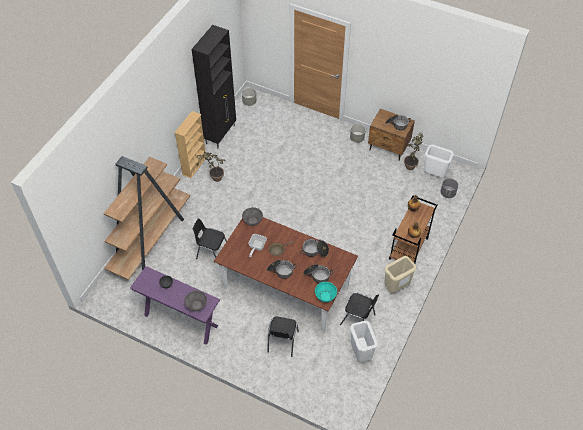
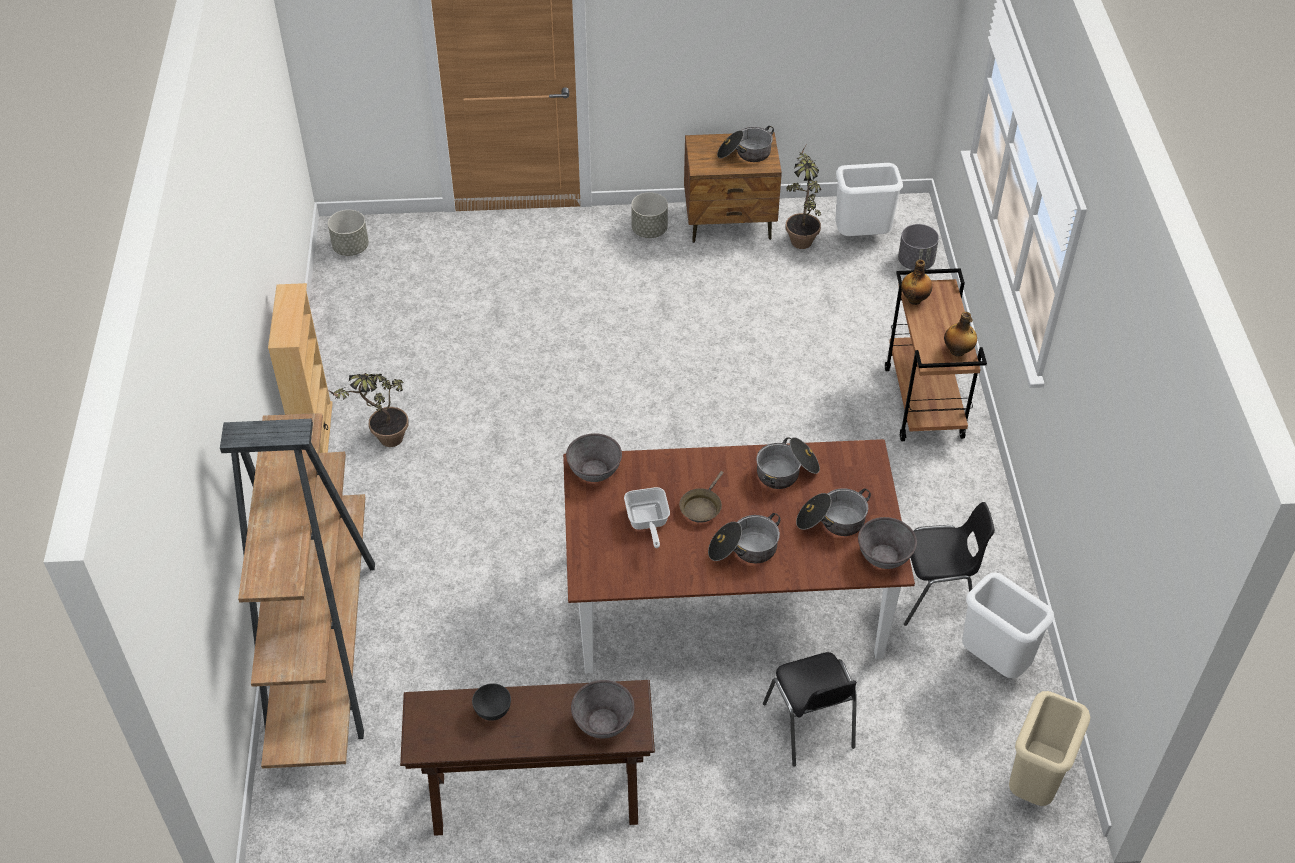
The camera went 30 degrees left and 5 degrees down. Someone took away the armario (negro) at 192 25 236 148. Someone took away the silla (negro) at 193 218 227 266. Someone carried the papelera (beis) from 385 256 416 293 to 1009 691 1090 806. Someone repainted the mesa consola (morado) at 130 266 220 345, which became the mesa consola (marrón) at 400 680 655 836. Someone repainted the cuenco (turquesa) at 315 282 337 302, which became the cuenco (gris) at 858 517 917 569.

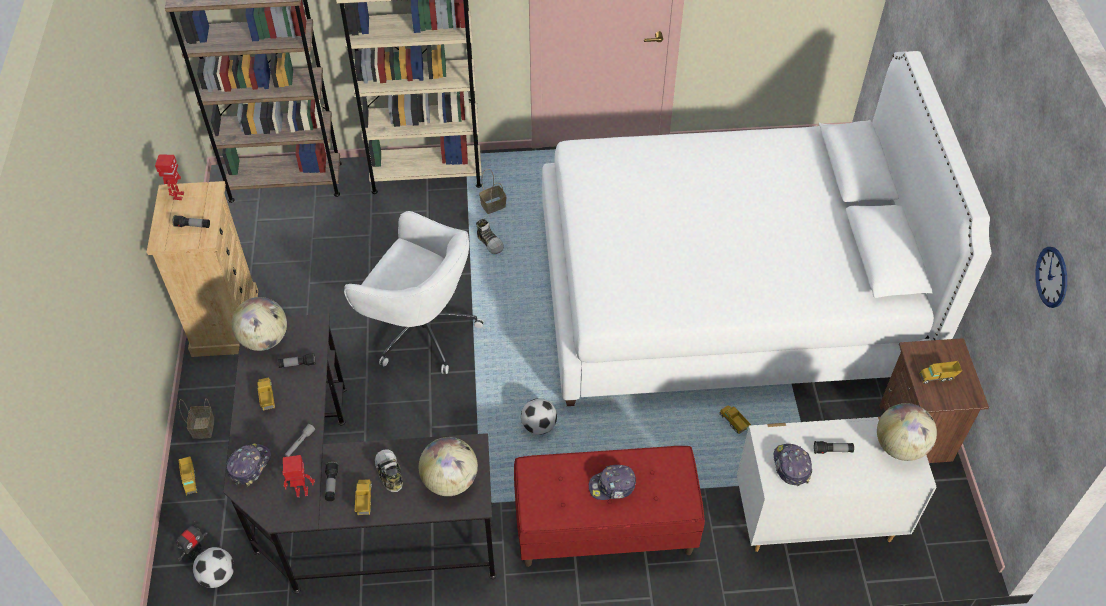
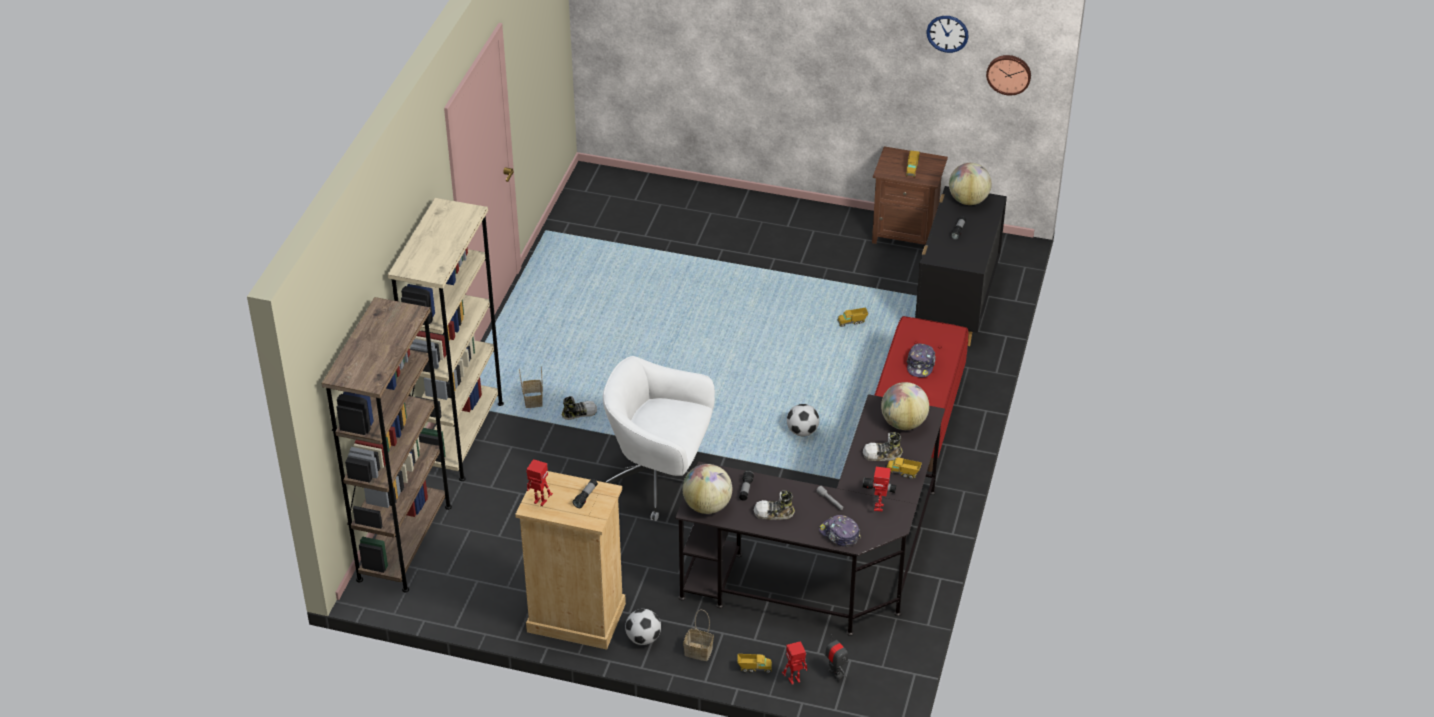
The camera went 70 degrees left and 10 degrees down. Someone took away the cama (blanco) at 542 51 991 406. Someone rotated the silla de oficina (blanco) at 344 211 483 374 by 120 degrees counterclockwise. Someone swapped the camión de juguete at 257 377 275 411 for the zapato at 754 491 795 520. Someone repainted the cómoda (blanco) at 737 416 937 552, which became the cómoda (negro) at 915 186 1007 346. Someone took away the gorra at 774 444 812 486. Someone carried the balón de fútbol from 193 547 234 588 to 625 609 661 645. Someone put up the reloj de pared at 986 55 1031 96. Someone put down the robot de juguete at 782 641 807 684.

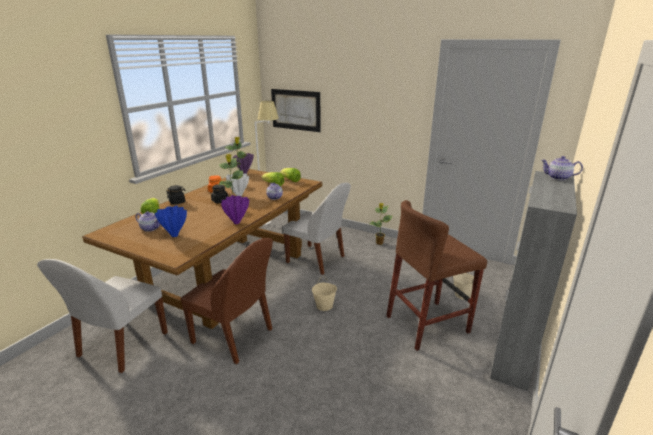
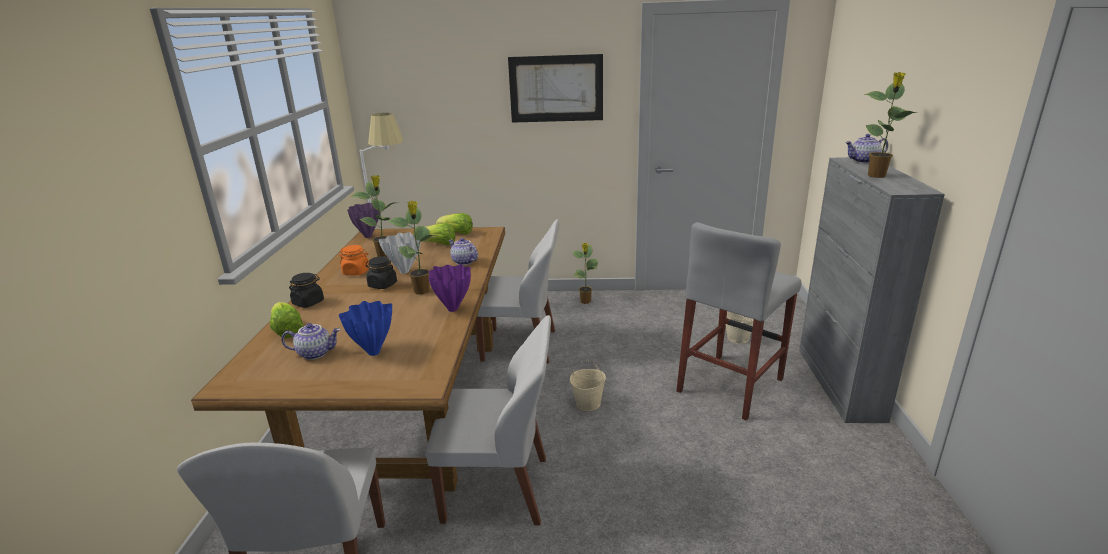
The camera went 25 degrees left and 0 degrees up. Someone carried the cuadro from 271 89 321 132 to 508 54 603 123. Someone repainted the taburete (marrón) at 386 200 487 351, which became the taburete (gris) at 677 222 801 421. Someone repainted the silla (marrón) at 181 238 273 364, which became the silla (blanco) at 425 315 551 525. Someone put down the planta en maceta at 864 72 916 178.

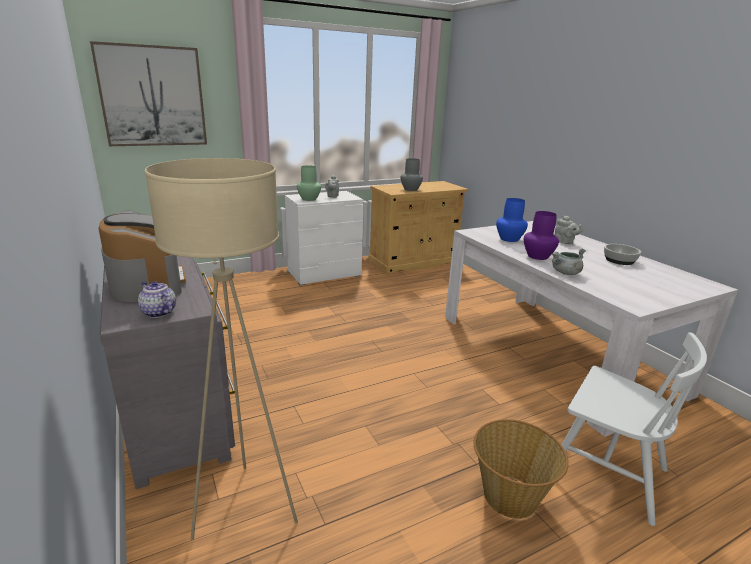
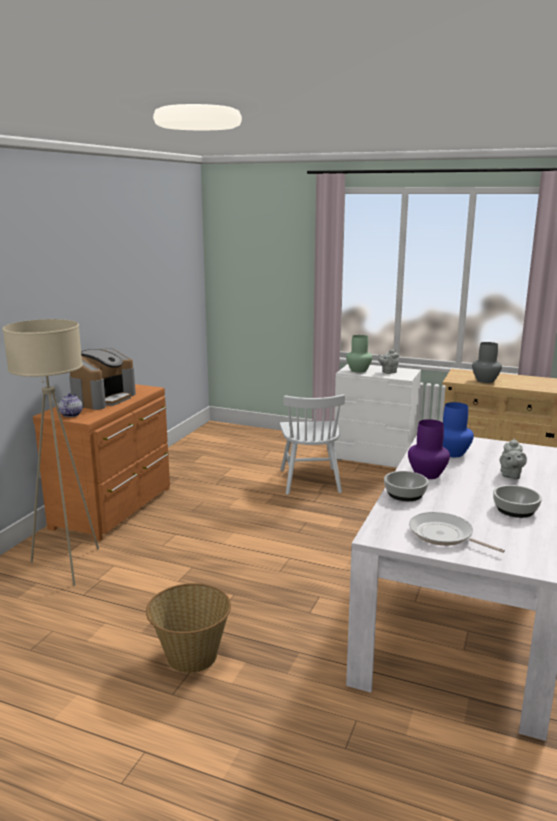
The camera went 50 degrees right and 5 degrees down. Someone took away the cuadro at 90 41 207 146. Someone swapped the olla (gris) at 551 248 586 275 for the cuenco at 384 471 428 501. Someone repainted the cómoda (gris) at 100 256 235 489, which became the cómoda (naranja) at 33 384 170 541. Someone carried the silla (blanco) from 562 332 707 526 to 280 394 345 495. Someone put down the sartén at 409 512 505 553.

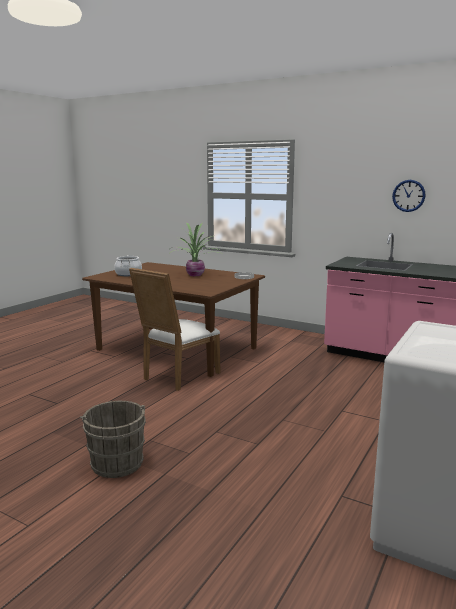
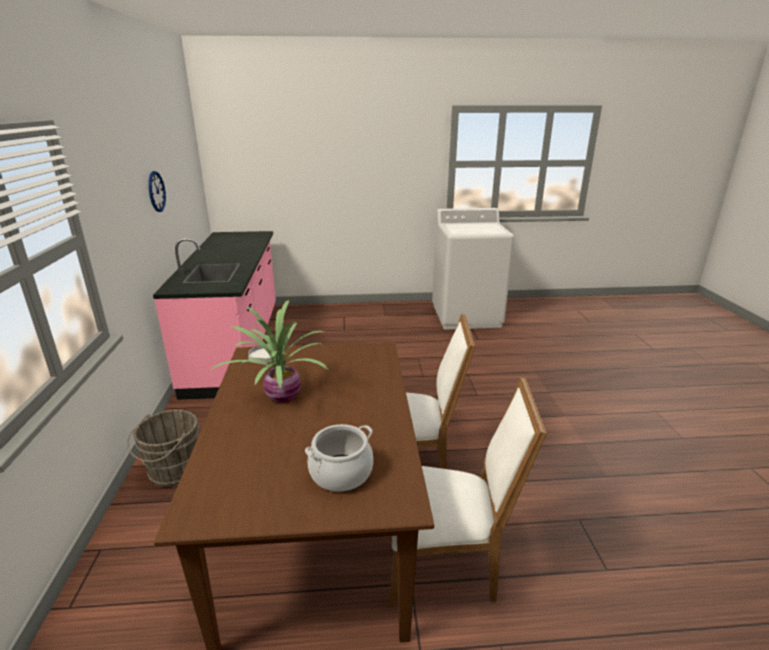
The camera went 125 degrees left and 10 degrees up. Someone carried the cubo (gris) from 80 401 146 478 to 127 410 200 487. Someone put down the silla (blanco) at 389 377 547 606.

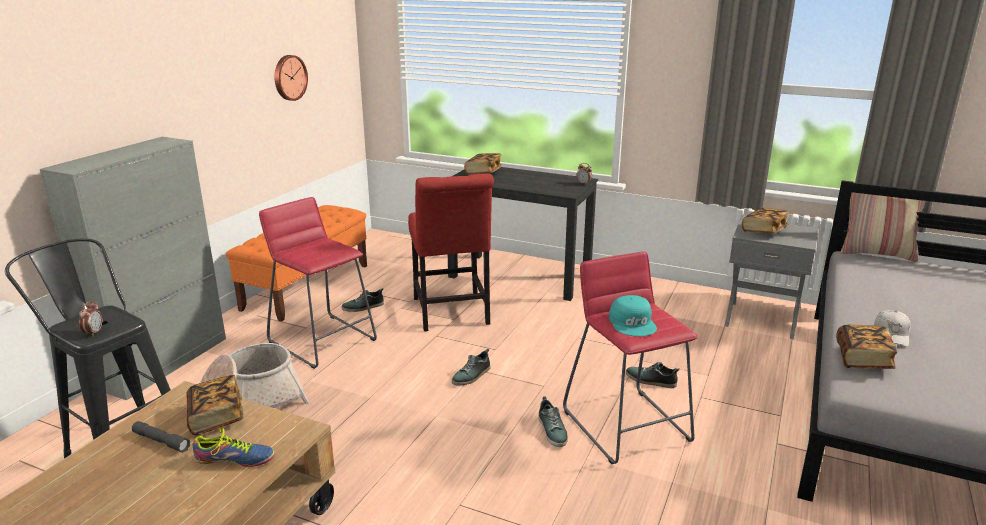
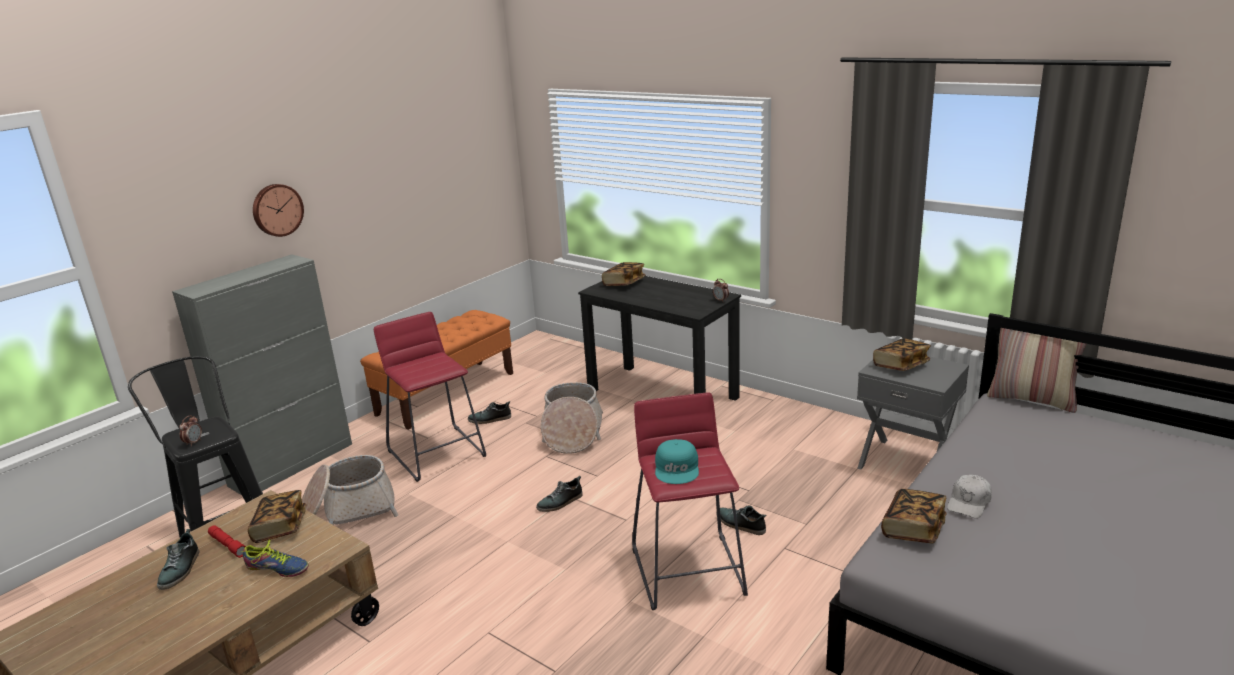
The camera went 15 degrees right and 0 degrees up. Someone carried the reloj de pared from 275 55 308 101 to 253 184 304 237. Someone swapped the silla (rojo) at 408 174 494 331 for the cesta at 541 382 603 454. Someone carried the zapato from 538 396 568 447 to 157 529 200 590. Someone repainted the linterna (gris) at 132 421 190 453, which became the linterna (rojo) at 208 525 246 558.

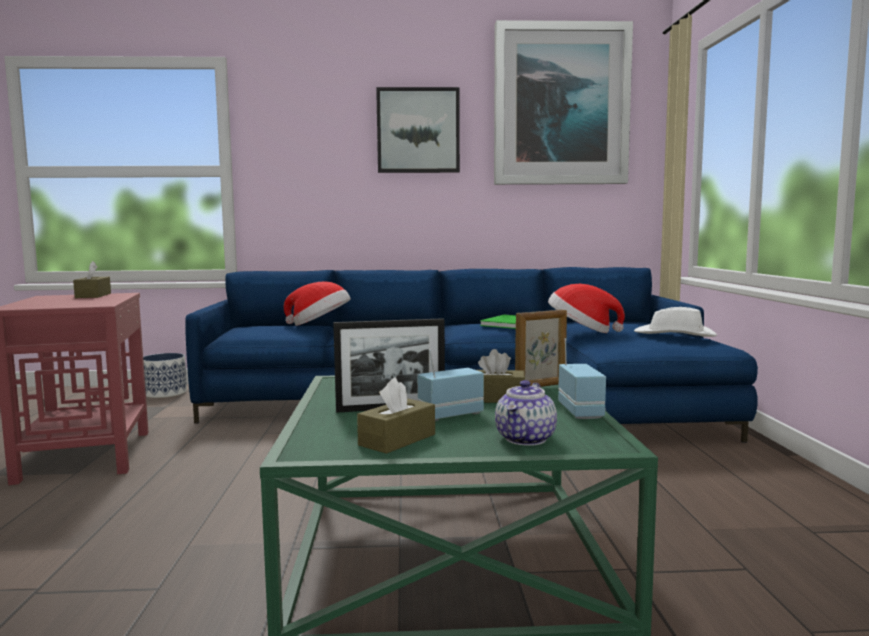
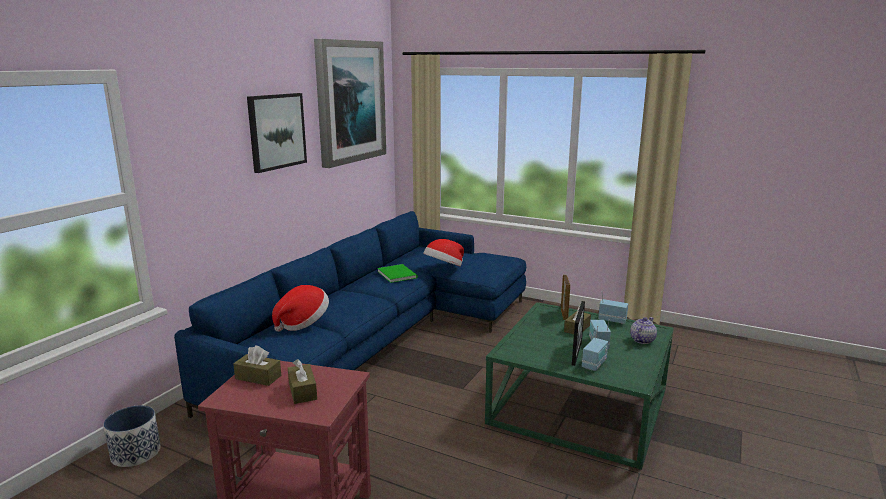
The camera went 60 degrees left and 10 degrees up. Someone took away the sombrero (blanco) at 634 307 717 337. Someone carried the caja de pañuelos (marrón) from 357 378 435 454 to 288 359 317 404. Someone rotated the tetera at 495 380 557 446 by 105 degrees counterclockwise. Someone put down the radio at 582 326 608 371.

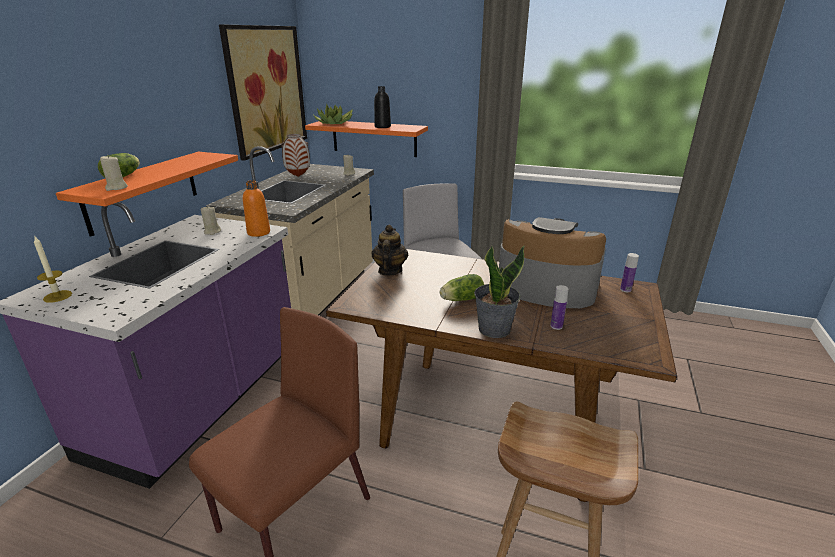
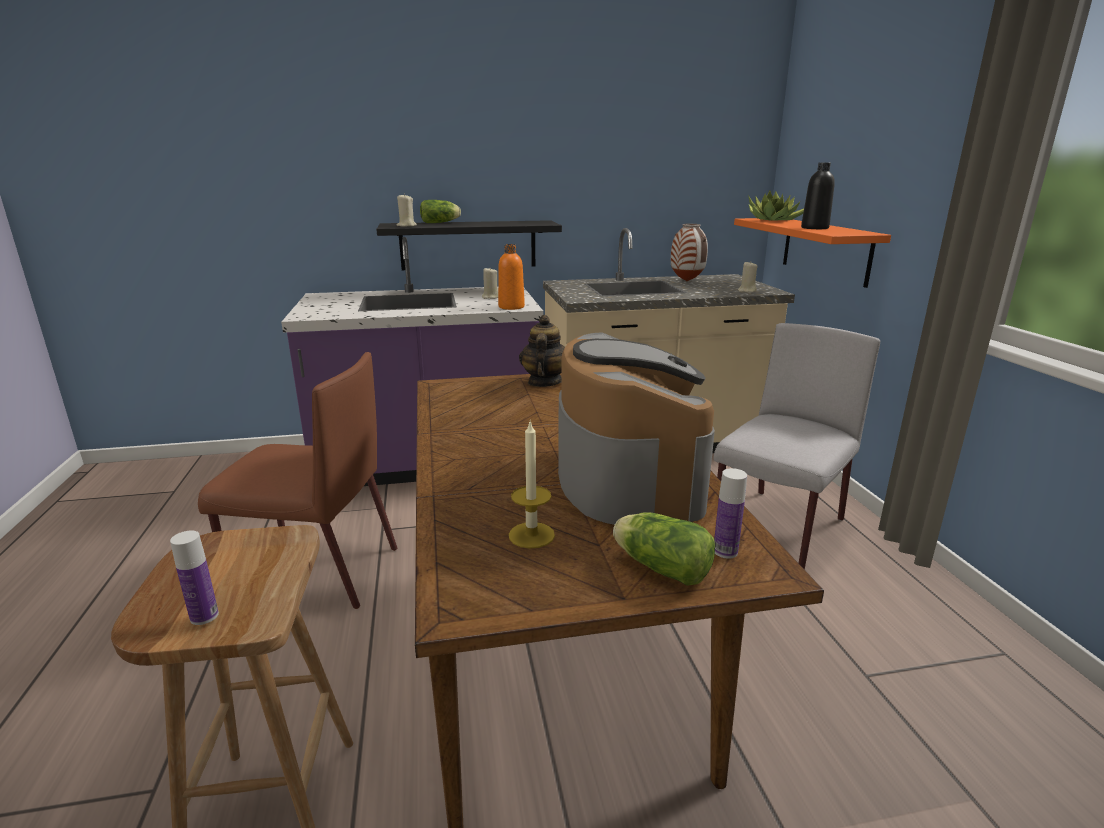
The camera went 60 degrees right and 5 degrees down. Someone took away the cuadro at 219 24 307 161. Someone repainted the estante (naranja) at 56 152 238 237, which became the estante (negro) at 376 220 562 270. Someone rotated the tetera at 371 225 408 276 by 60 degrees counterclockwise. Someone carried the vela from 34 235 72 303 to 509 421 555 549. Someone took away the planta en maceta at 474 245 525 338. Someone carried the lechuga from 440 274 484 301 to 613 512 715 586. Someone carried the botella from 550 285 568 330 to 170 530 219 625.

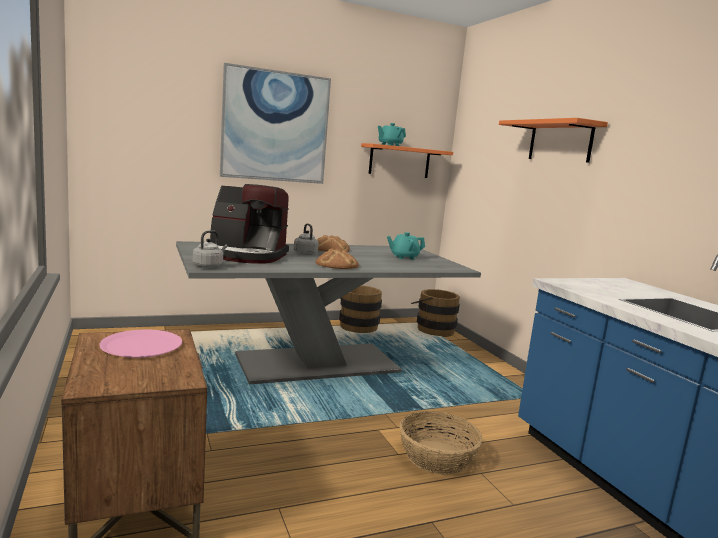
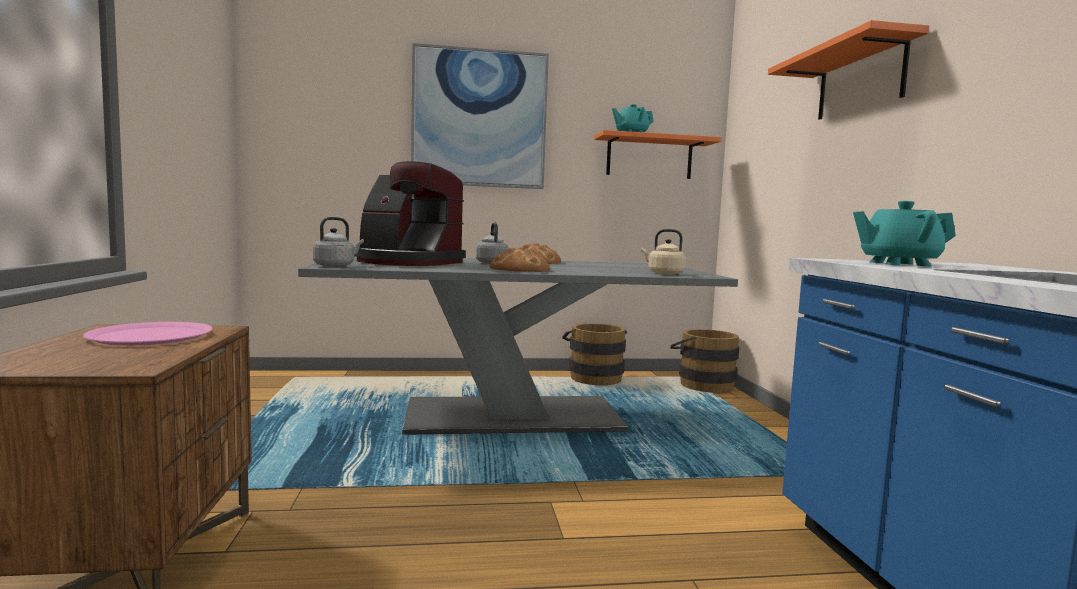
The camera went 15 degrees right and 5 degrees down. Someone carried the tetera (turquesa) from 387 232 425 260 to 853 201 956 266. Someone took away the cesta at 399 411 483 475. Someone put down the hervidor (beis) at 641 229 686 275.

